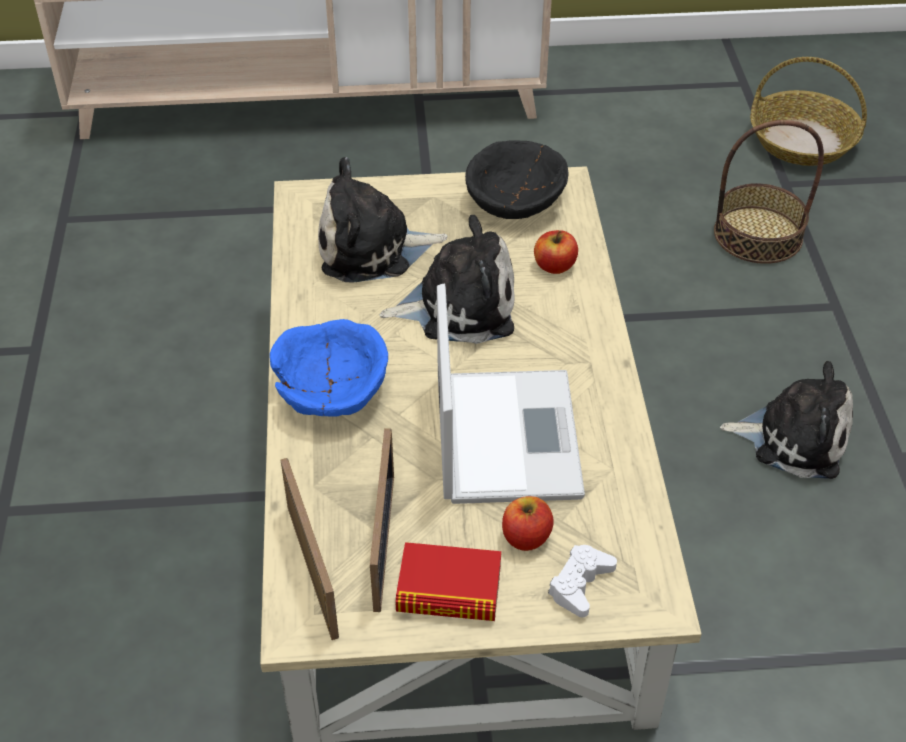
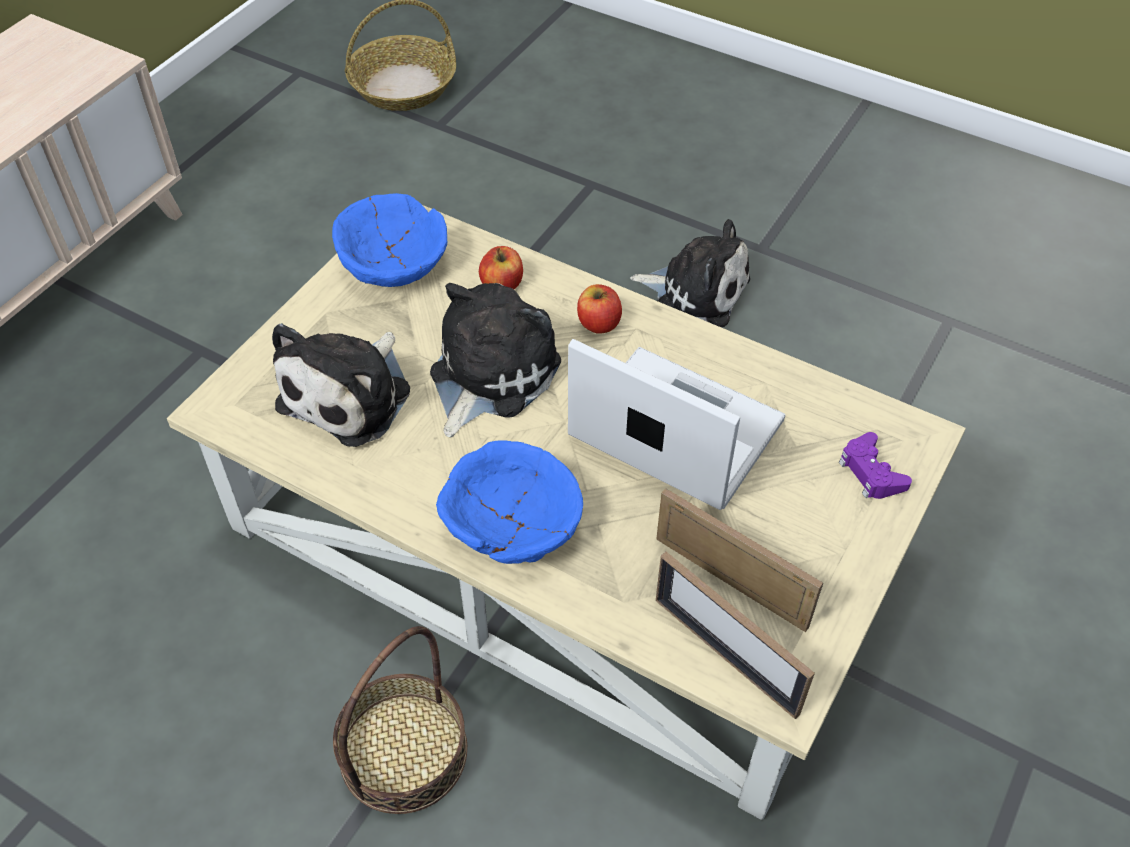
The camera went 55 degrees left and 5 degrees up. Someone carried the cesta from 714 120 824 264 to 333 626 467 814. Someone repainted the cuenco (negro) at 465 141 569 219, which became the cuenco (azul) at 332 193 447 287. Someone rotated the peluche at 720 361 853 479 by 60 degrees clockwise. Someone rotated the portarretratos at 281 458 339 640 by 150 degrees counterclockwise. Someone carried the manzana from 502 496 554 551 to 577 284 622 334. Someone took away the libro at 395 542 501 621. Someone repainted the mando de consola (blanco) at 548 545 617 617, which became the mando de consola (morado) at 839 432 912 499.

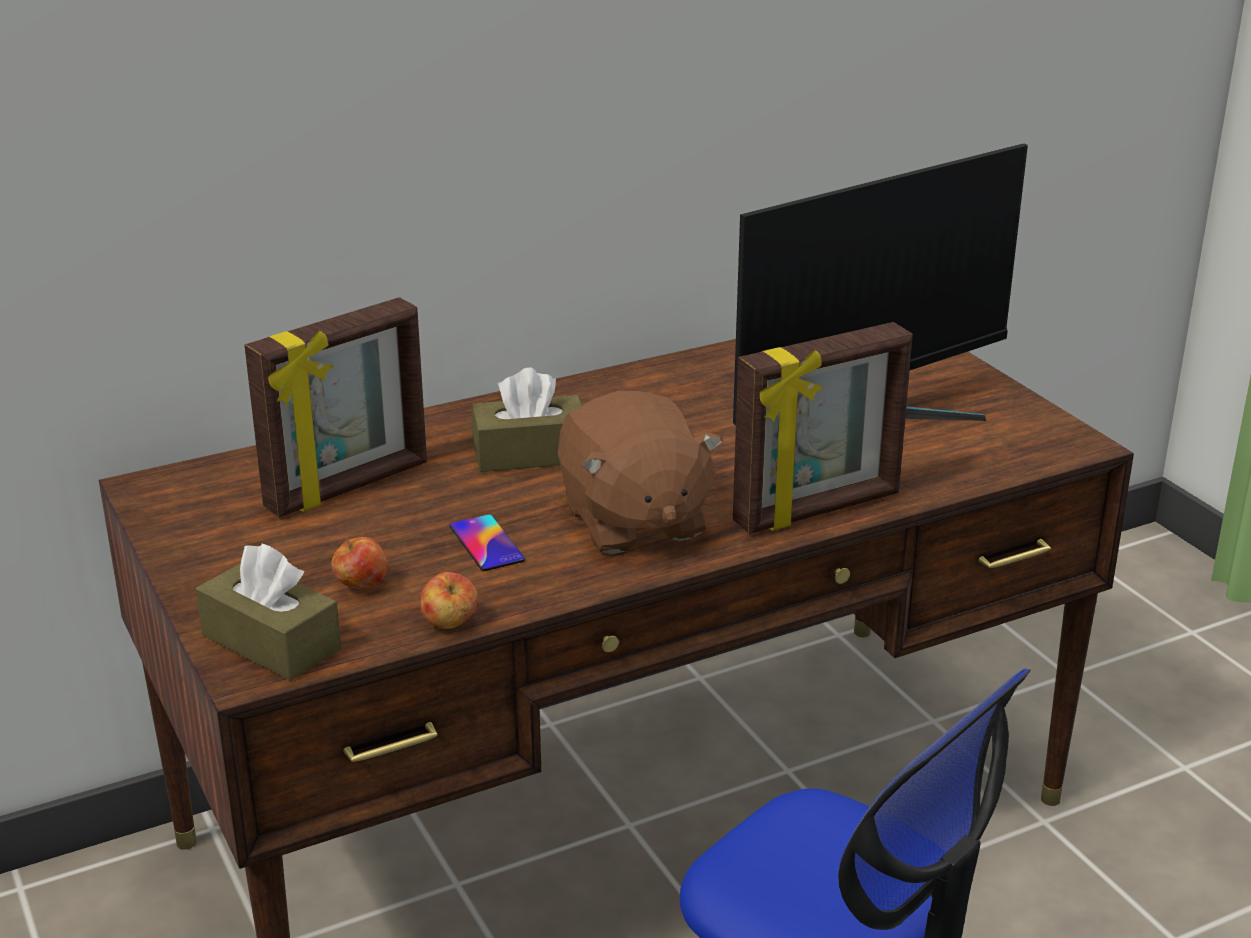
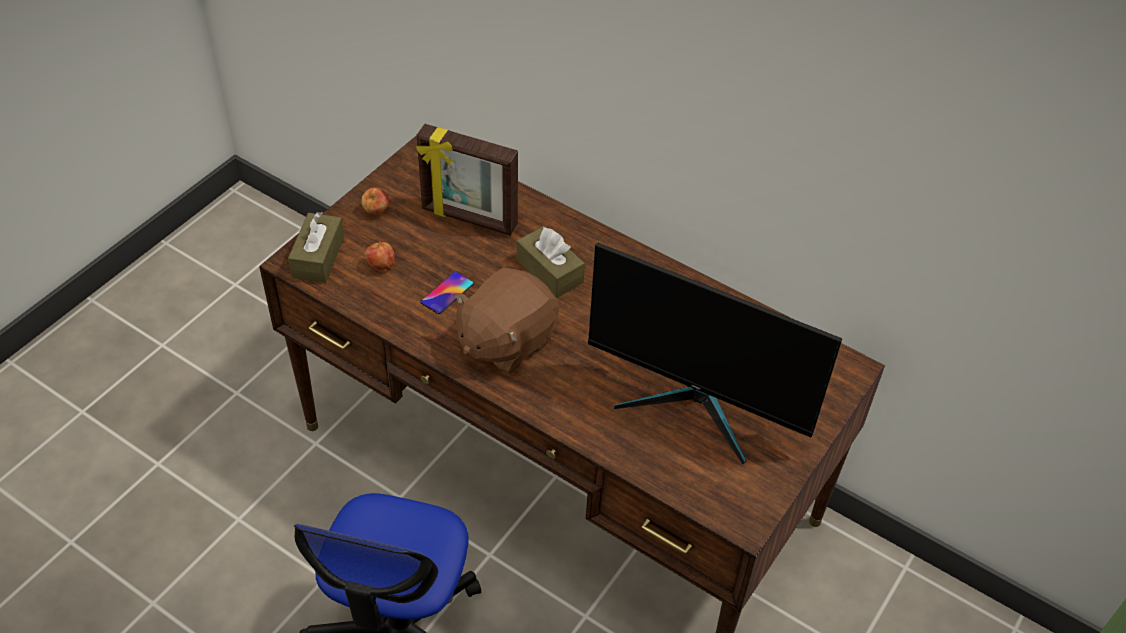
The camera went 60 degrees right and 20 degrees up. Someone took away the portarretratos at 733 322 913 534. Someone carried the manzana from 420 572 477 629 to 361 188 389 214.

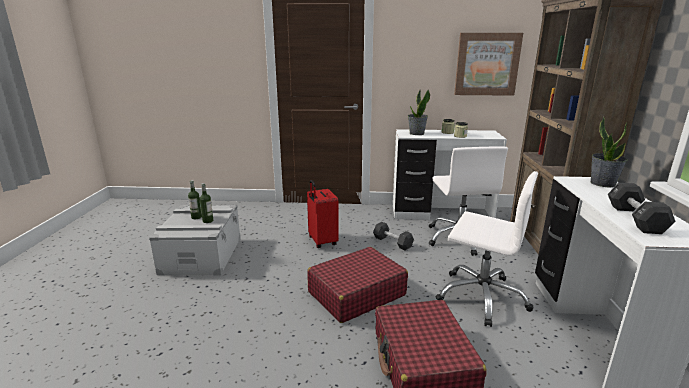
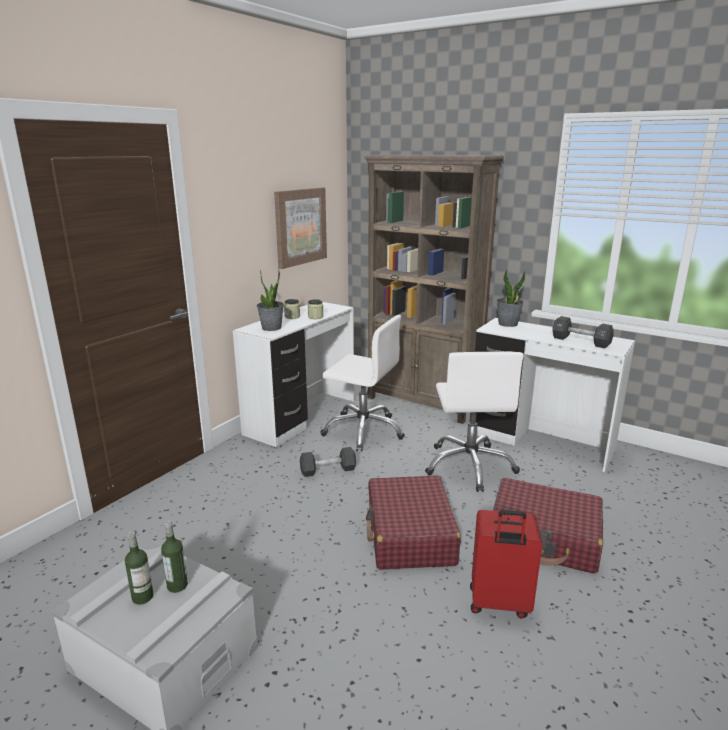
The camera went 60 degrees left and 0 degrees up. Someone rotated the silla de oficina (blanco) at 435 171 538 327 by 120 degrees clockwise. Someone carried the maleta (rojo) from 307 180 339 248 to 470 510 542 619.

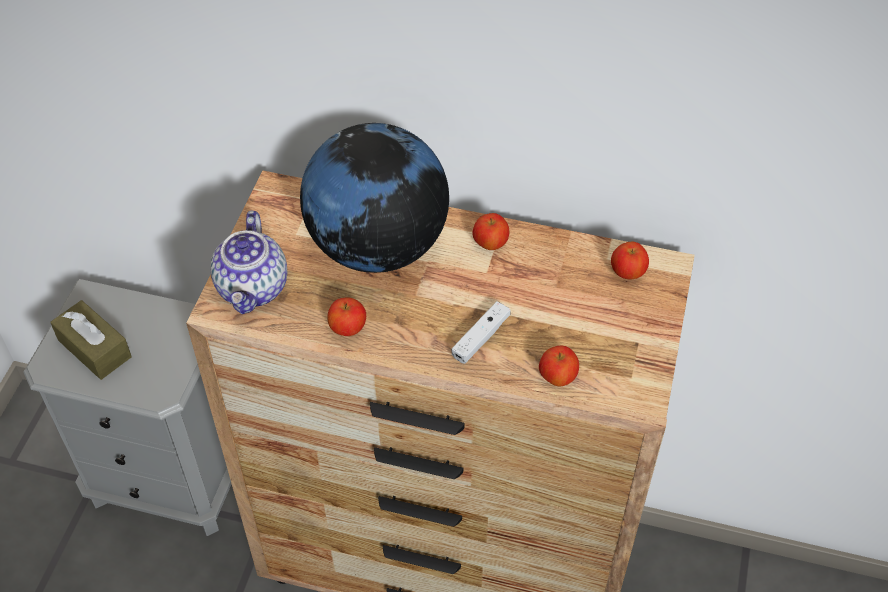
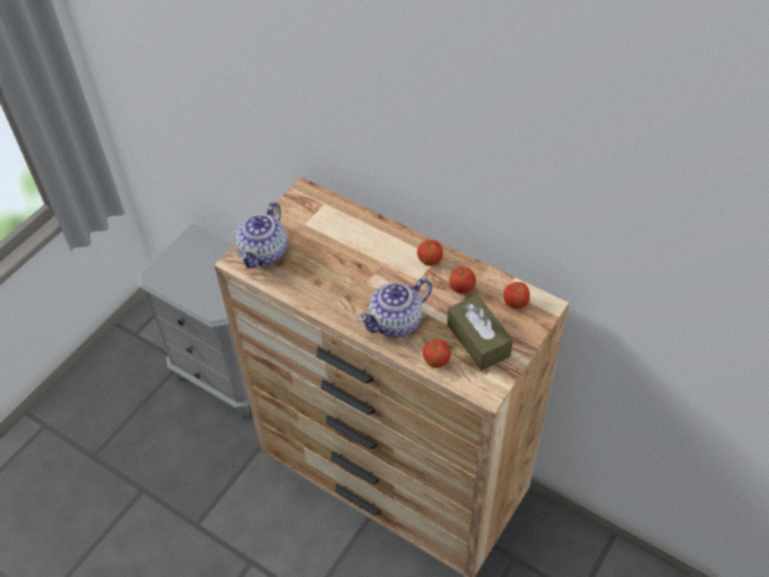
The camera went 20 degrees right and 0 degrees up. Someone took away the globo terráqueo at 300 123 449 273. Someone carried the manzana from 327 298 366 336 to 449 267 476 293. Someone carried the caja de pañuelos (marrón) from 50 300 132 380 to 447 295 513 371. Someone swapped the mando de consola (blanco) at 452 301 510 364 for the tetera at 357 278 432 338.

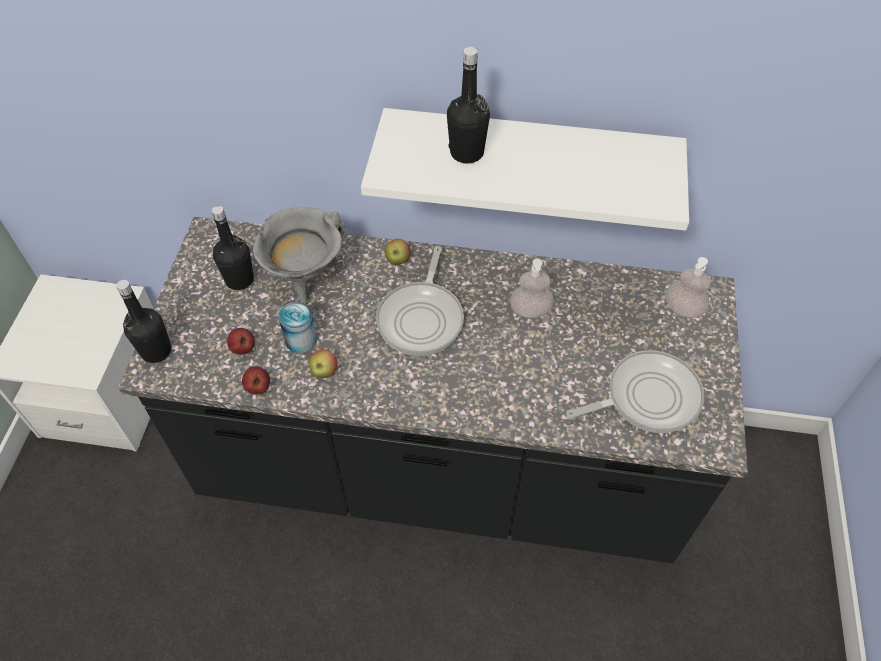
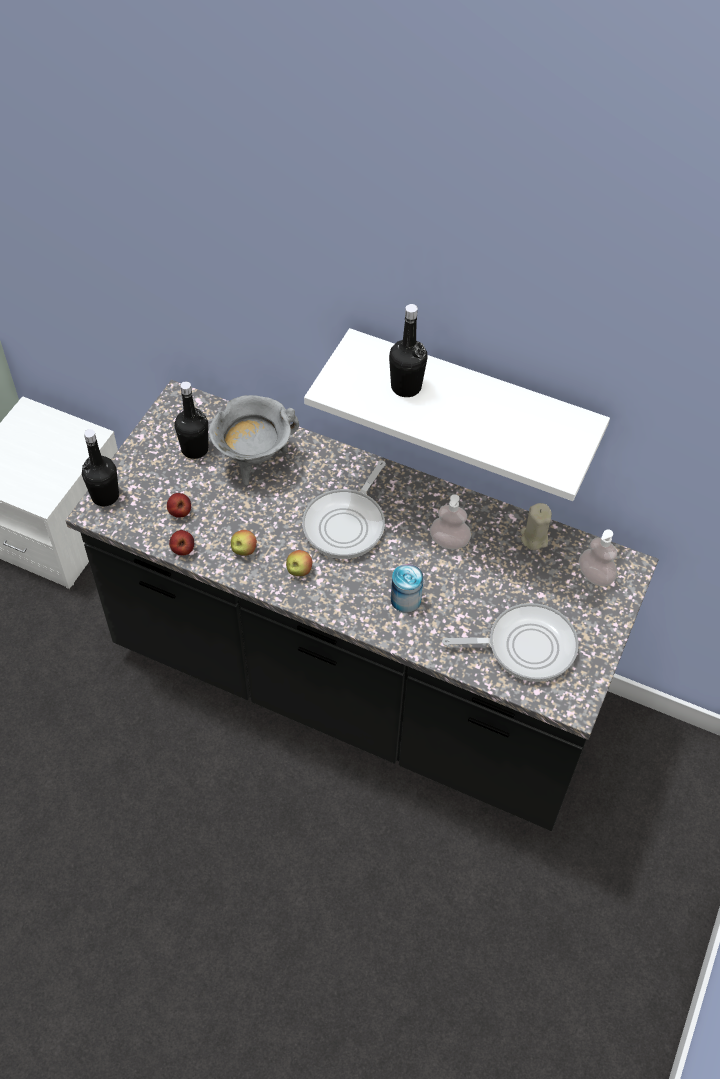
The camera went 15 degrees right and 0 degrees up. Someone carried the manzana from 385 239 410 265 to 286 550 313 576. Someone carried the lata from 278 302 317 353 to 391 564 424 613. Someone put down the vela (beis) at 520 503 552 550.

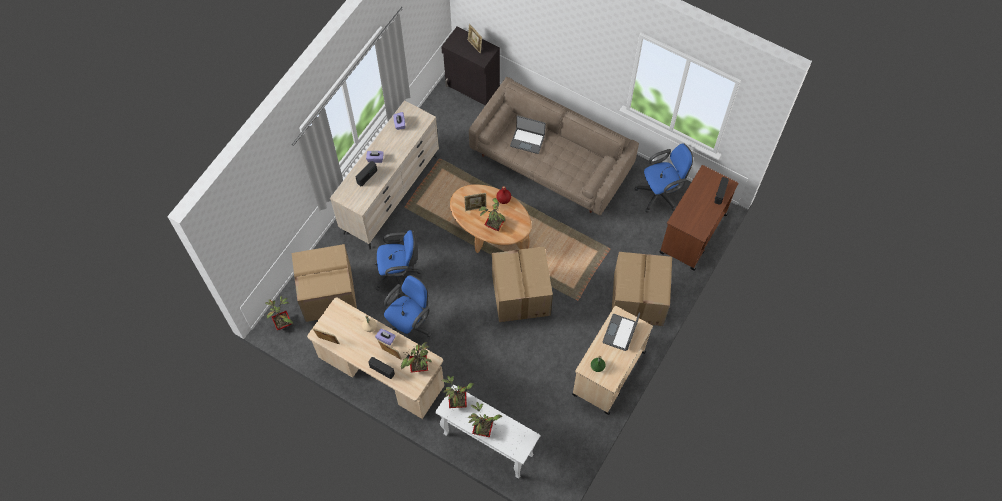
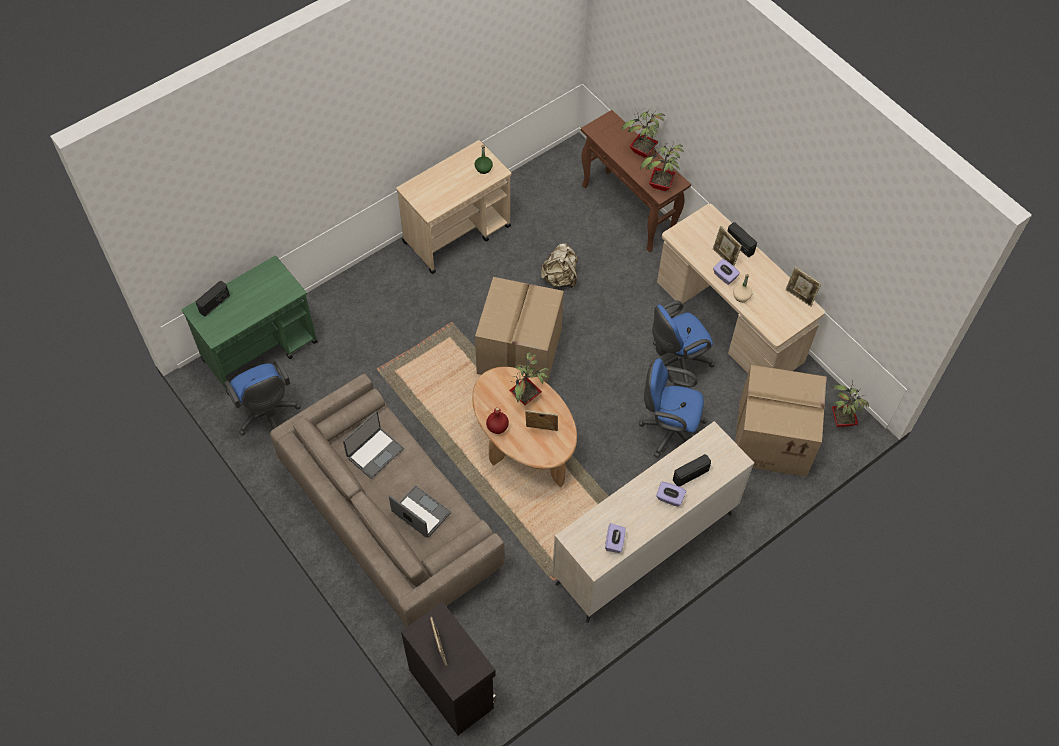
The camera went 160 degrees left and 5 degrees down. Someone rotated the silla de oficina (azul) at 634 143 693 213 by 120 degrees counterclockwise. Someone repainted the carrito (marrón) at 660 165 739 270, which became the carrito (verde) at 182 256 318 395. Someone took away the caja de cartón at 612 252 672 326. Someone carried the portátil from 603 312 640 351 to 343 411 404 479. Someone took away the planta en maceta at 401 342 432 373. Someone repainted the mesa consola (blanco) at 435 384 541 479, which became the mesa consola (marrón) at 581 110 691 252. Someone put down the mochila (beis) at 541 243 578 288.

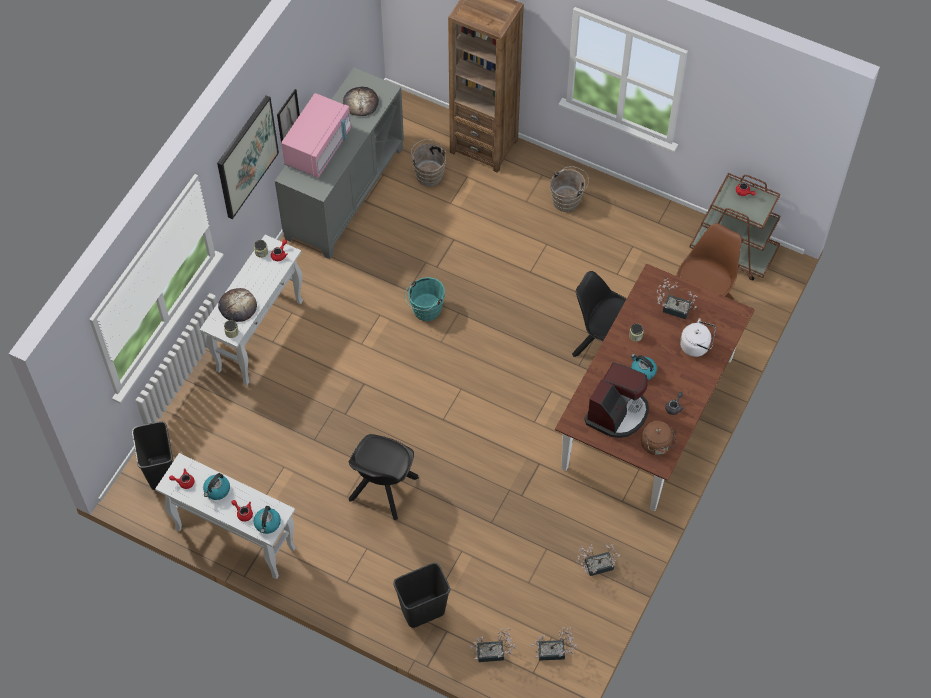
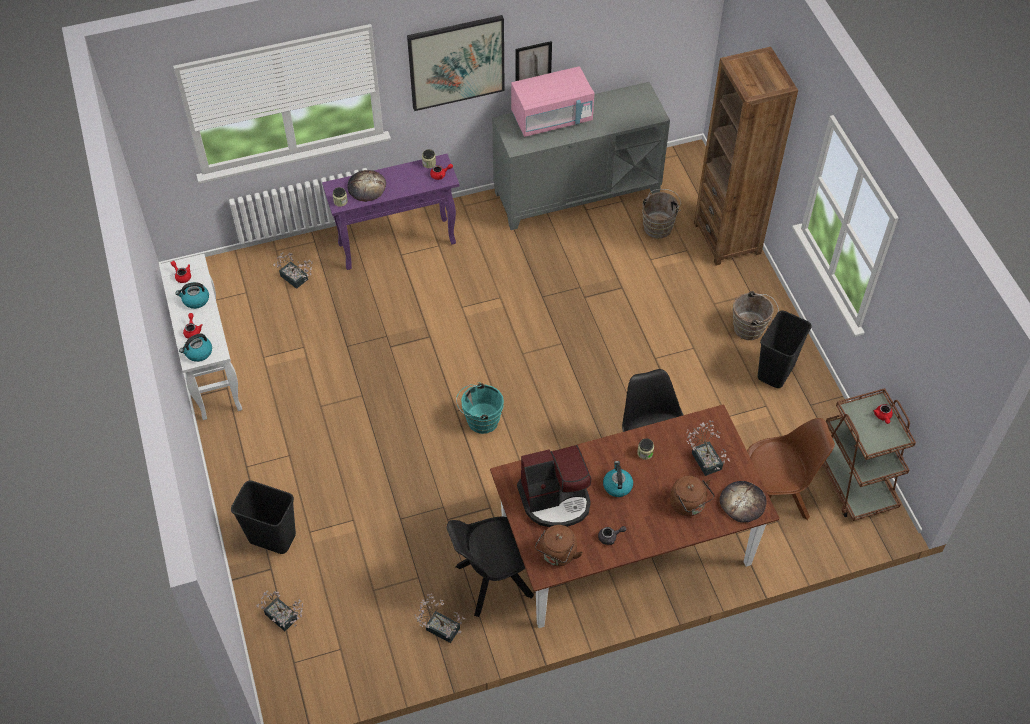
The camera went 45 degrees right and 5 degrees down. Someone carried the pan from 343 87 379 116 to 719 481 767 523. Someone repainted the mesa consola (blanco) at 200 235 303 385, which became the mesa consola (morado) at 322 154 459 270. Someone carried the cubo (turquesa) from 405 277 445 321 to 456 382 504 434. Someone repainted the hervidor (blanco) at 680 318 716 357, which became the hervidor (marrón) at 670 476 715 516. Someone carried the papelera (negro) from 132 421 173 490 to 758 311 812 388. Someone carried the silla (negro) from 349 434 419 521 to 447 517 534 617. Someone carried the planta en maceta from 531 627 577 661 to 273 252 312 289.

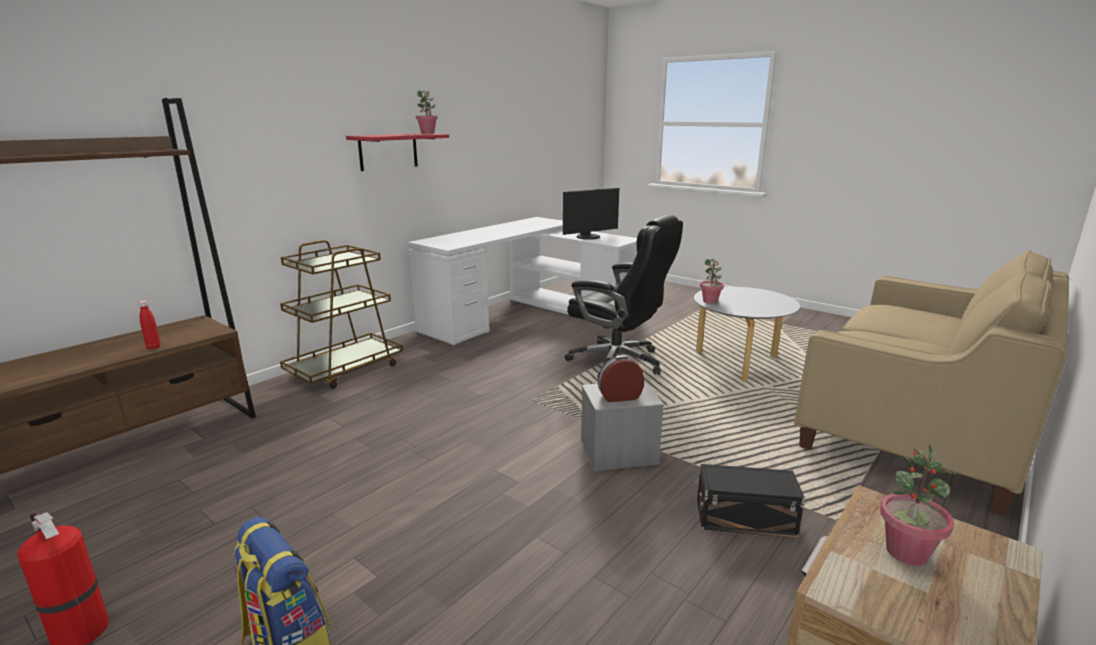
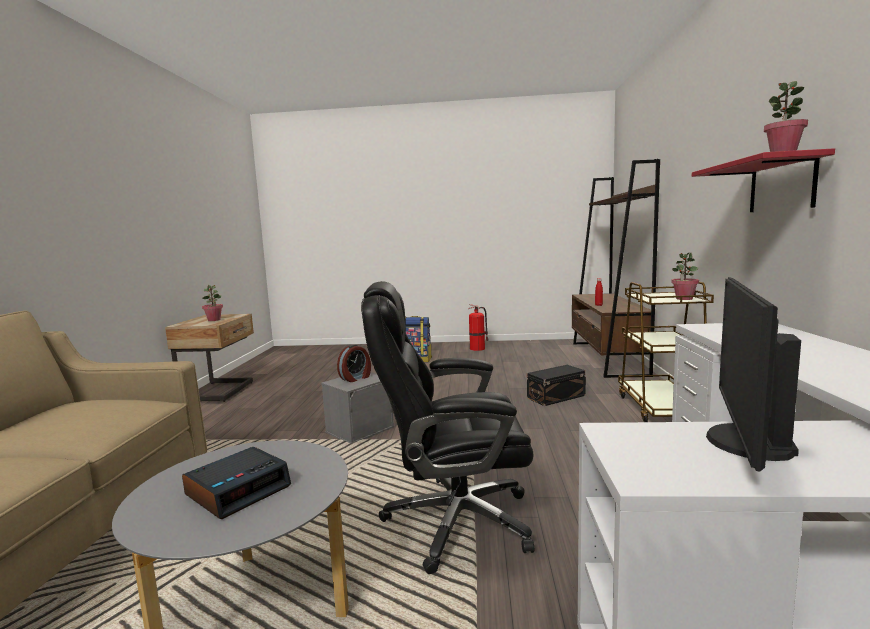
The camera went 145 degrees right and 10 degrees down. Someone carried the planta en maceta from 700 259 724 304 to 672 252 699 300. Someone carried the caja de almacenaje (negro) from 697 464 805 538 to 527 365 586 406. Someone put down the despertador at 182 447 291 519.

